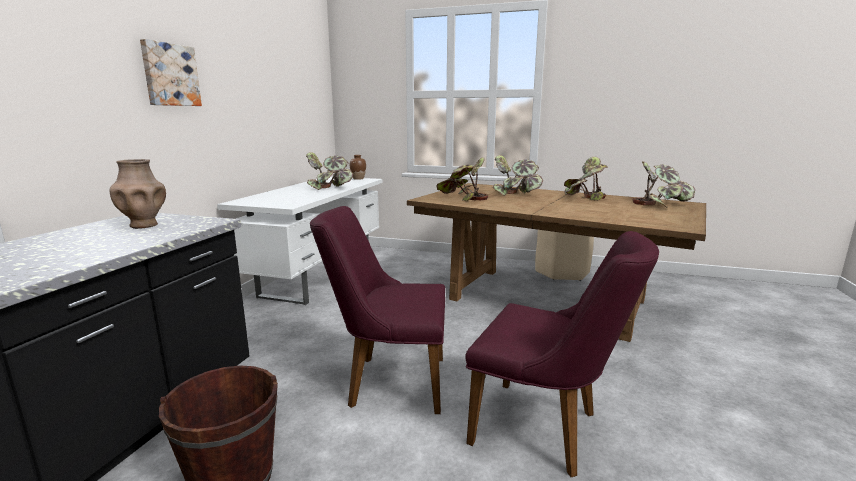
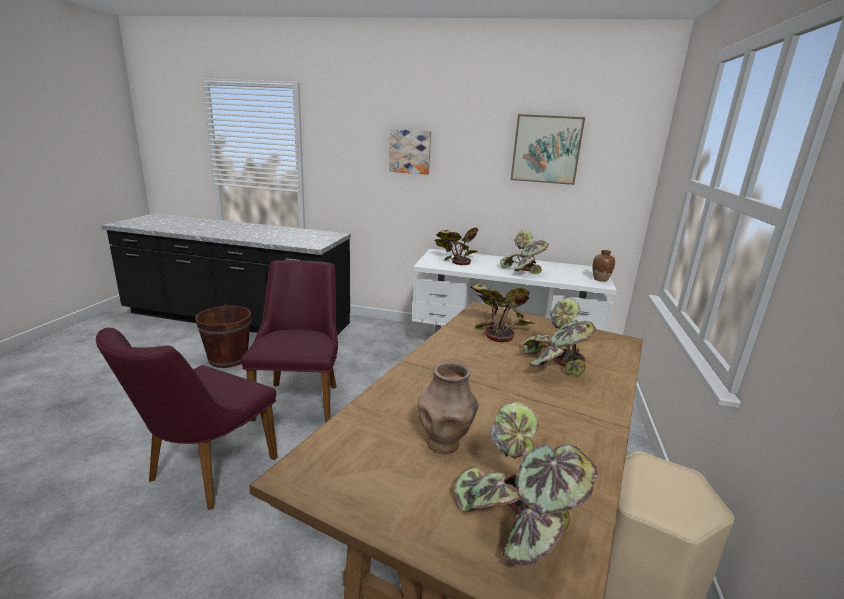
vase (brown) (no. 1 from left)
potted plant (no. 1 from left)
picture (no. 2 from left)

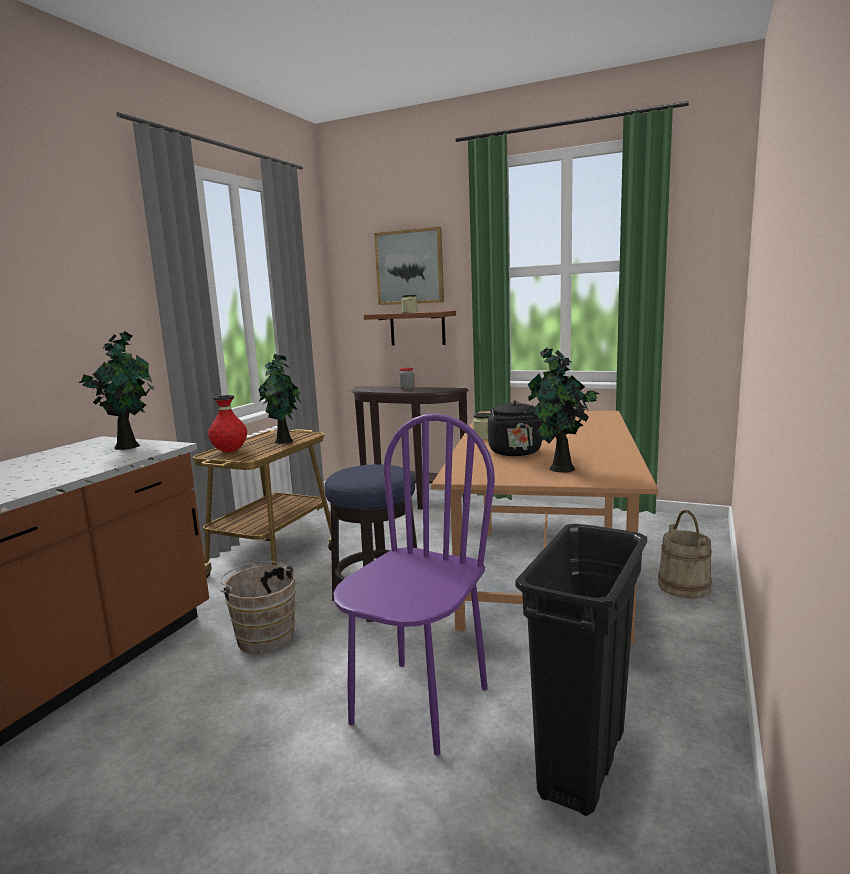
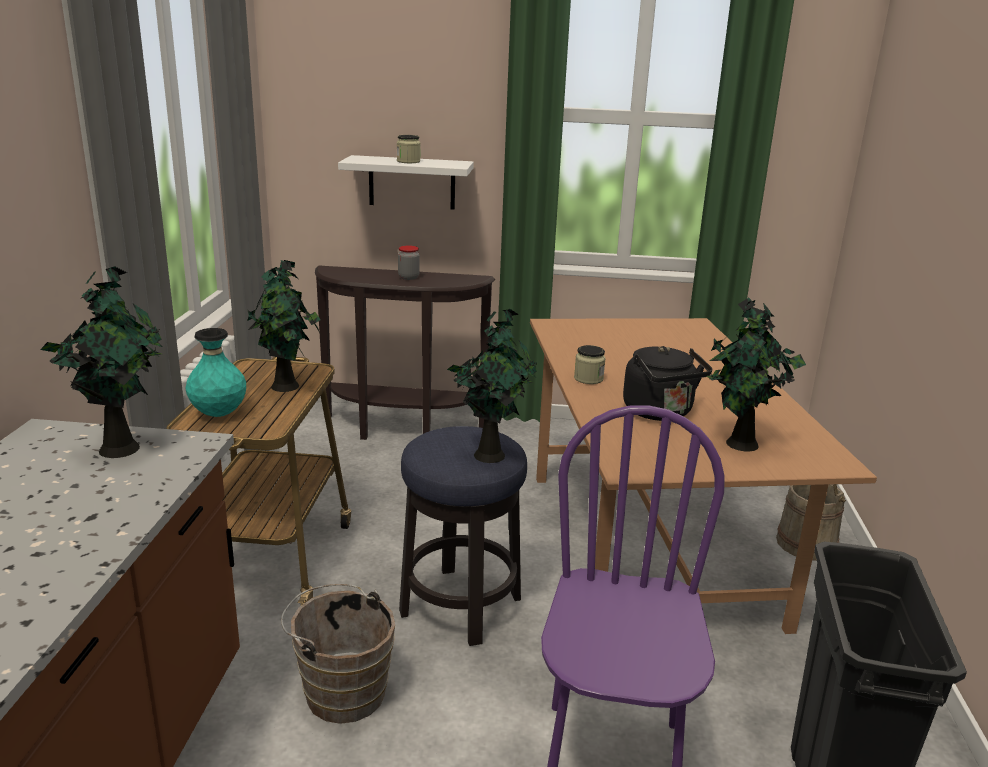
vase (turquoise)
shelf (white)
potted plant (no. 3 from left)
picture

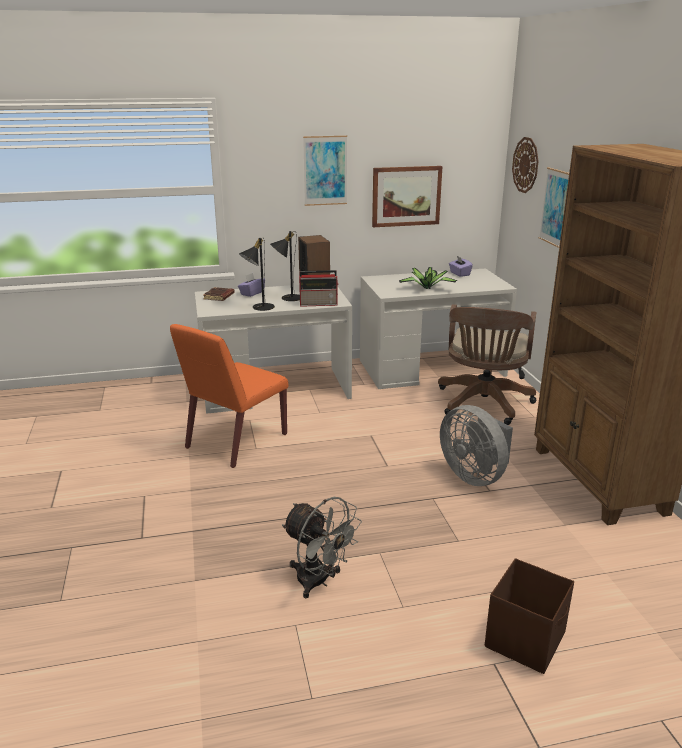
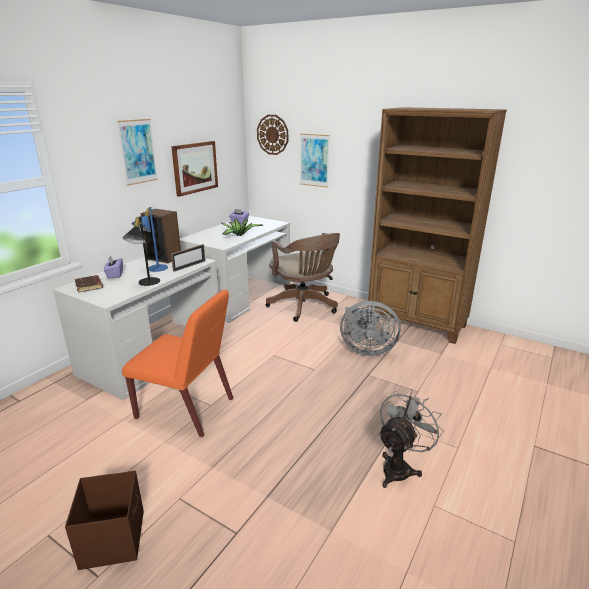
storage box (brown)
chair (orange)
table lamp (blue)
picture frame
fan (grey) (no. 2 from left)

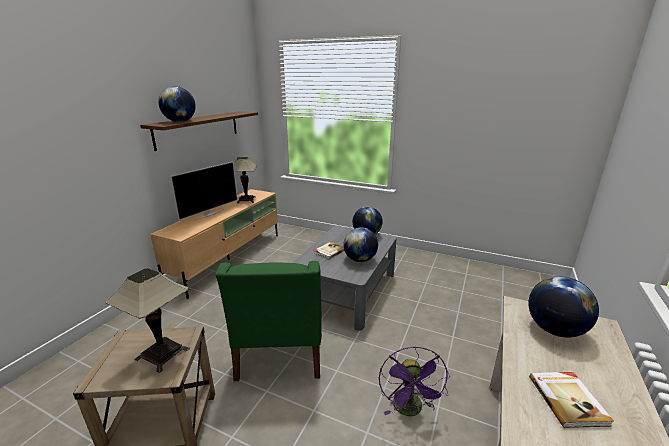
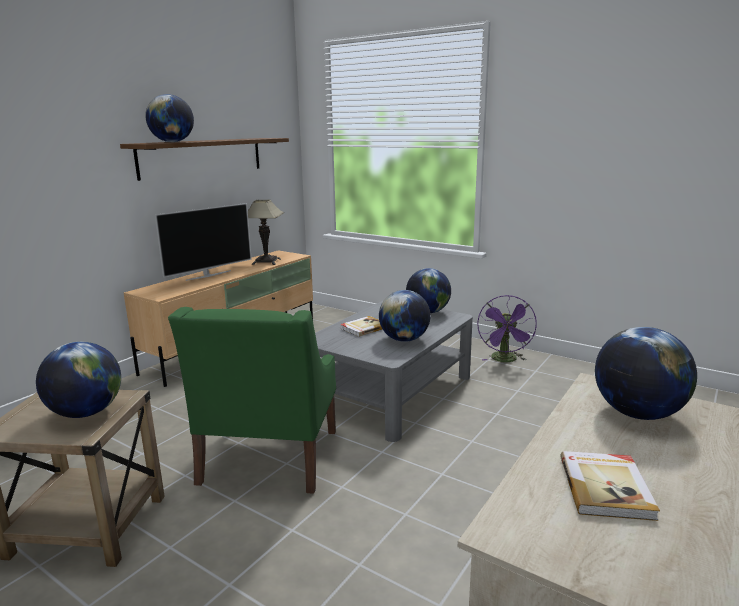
globe (no. 1 from left)
fan (purple)

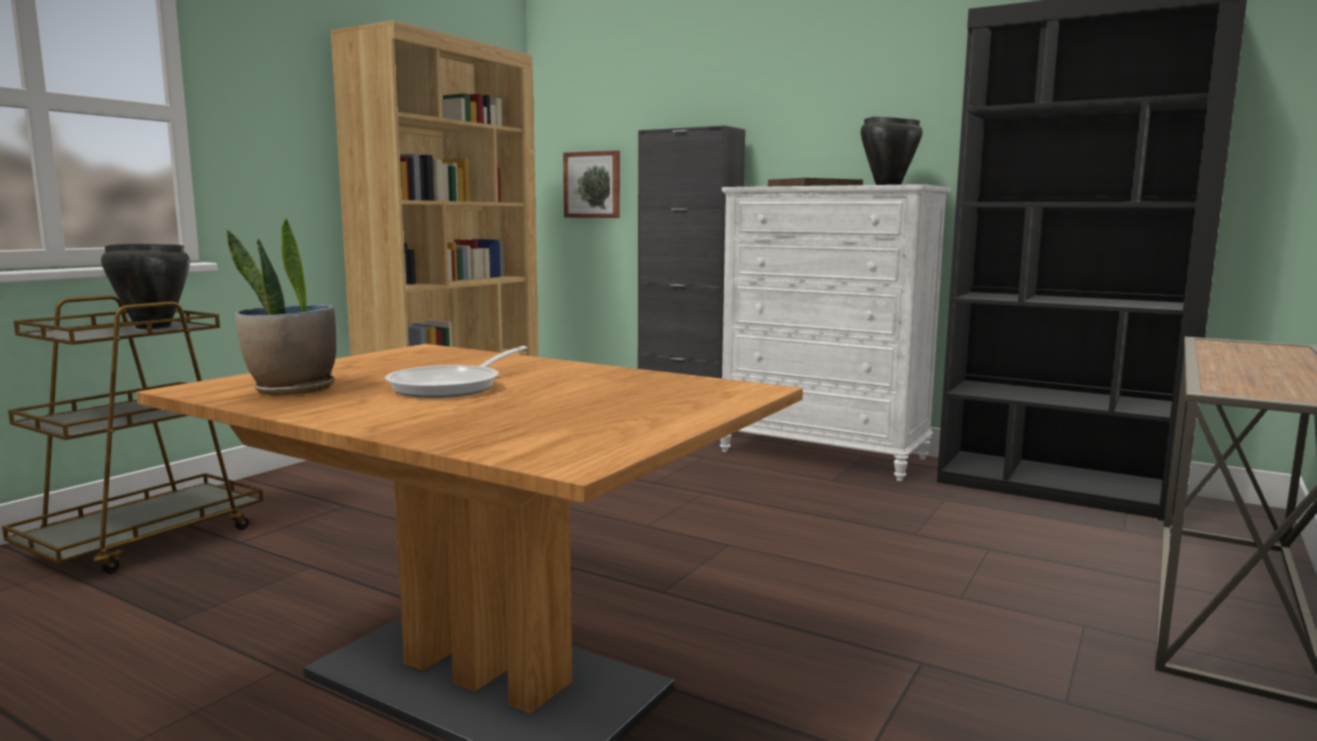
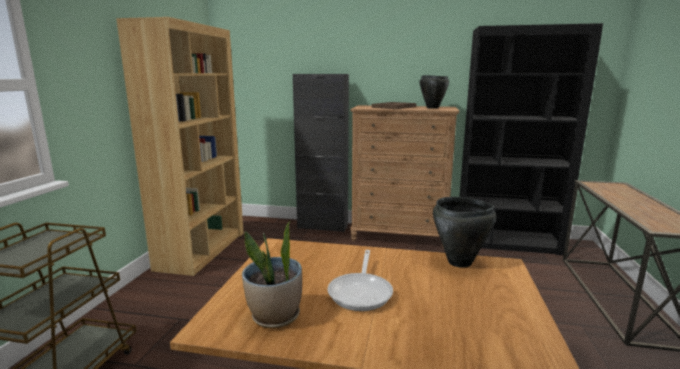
dresser (brown)
cooking pot (black) (no. 2 from left)
picture

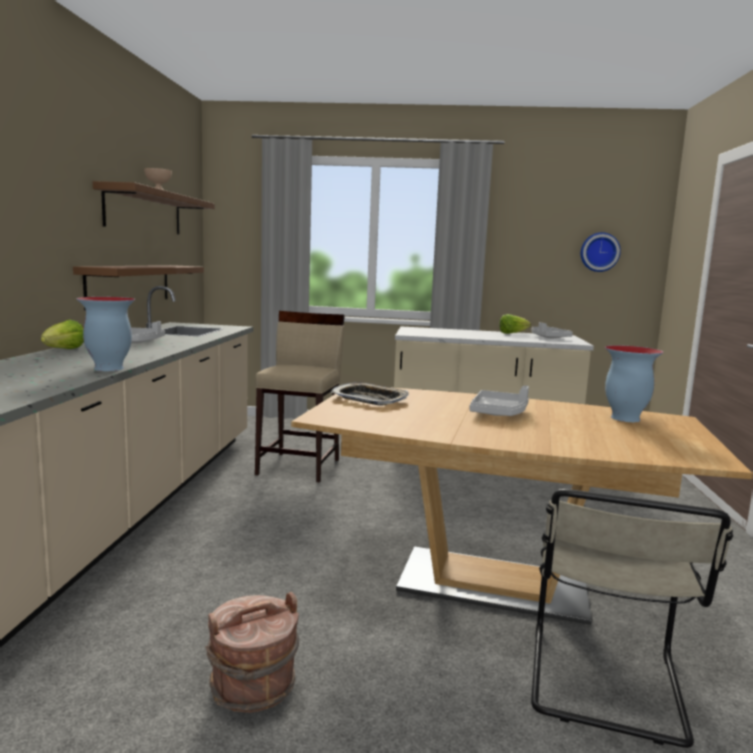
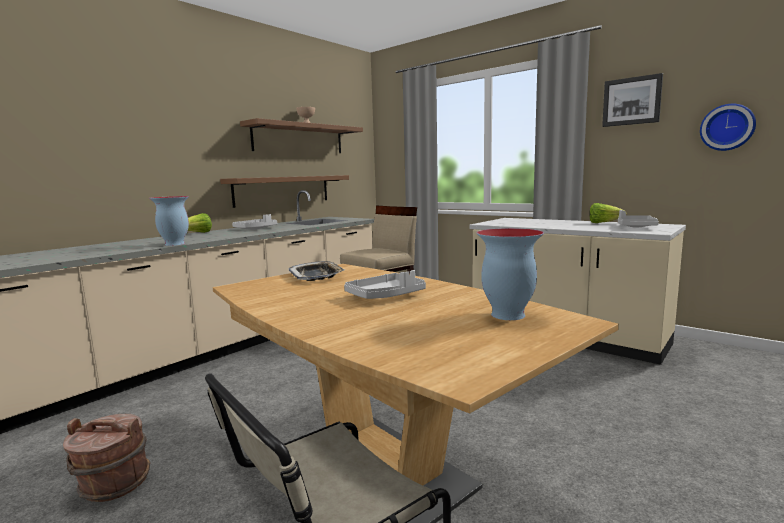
picture

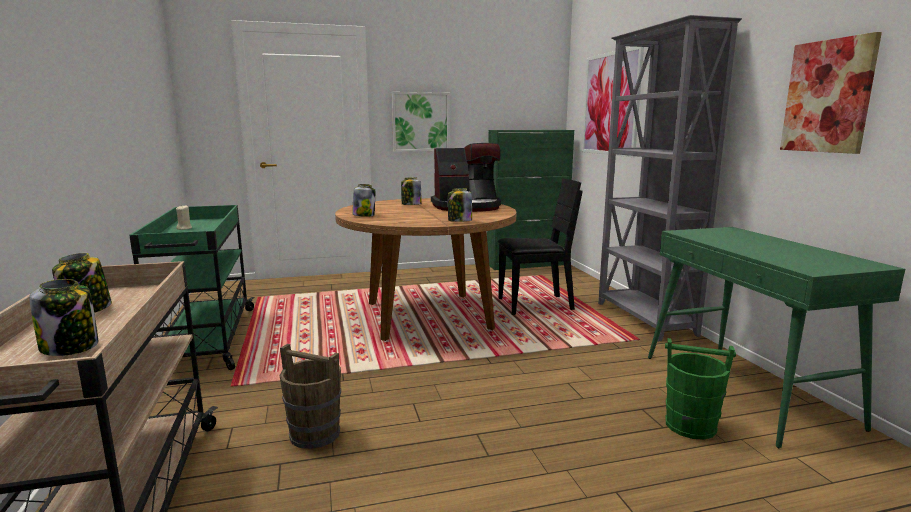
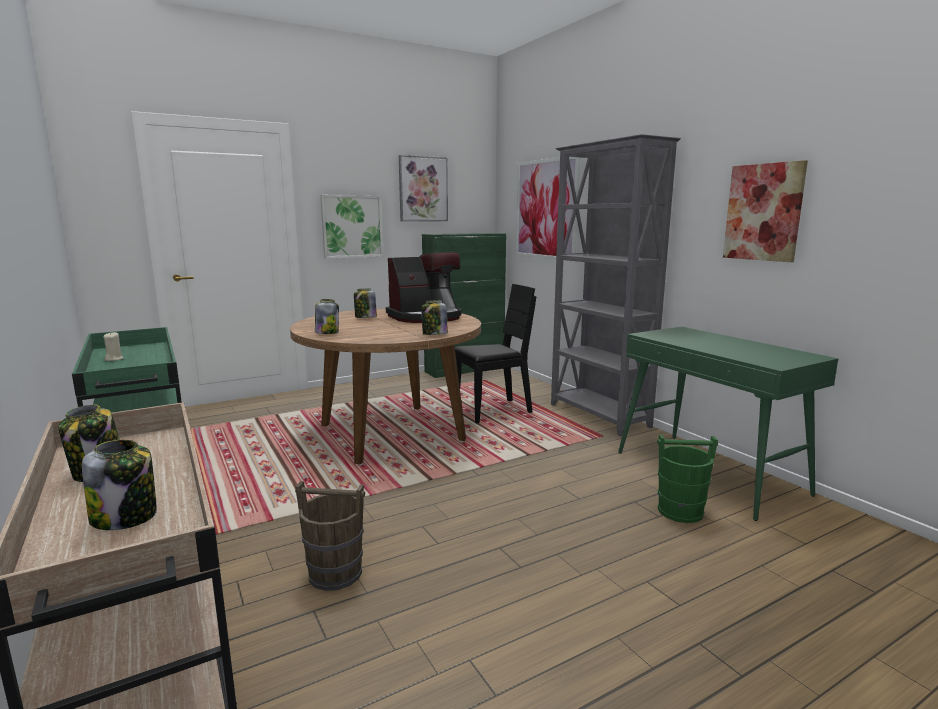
picture (no. 2 from left)

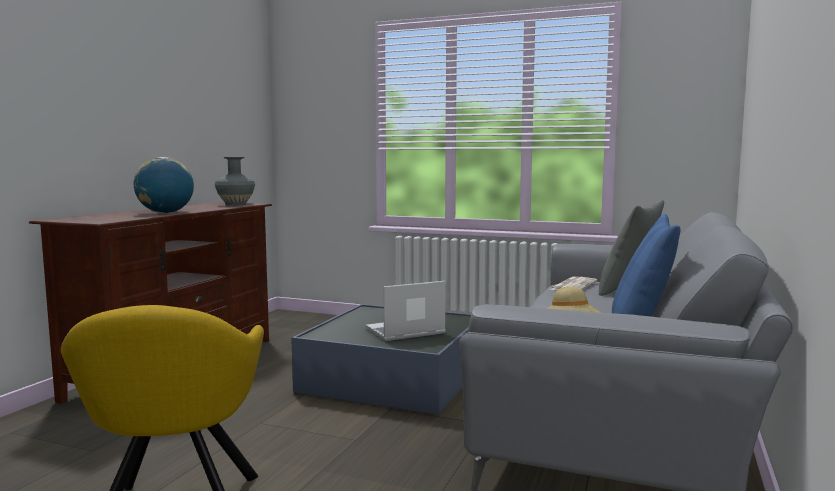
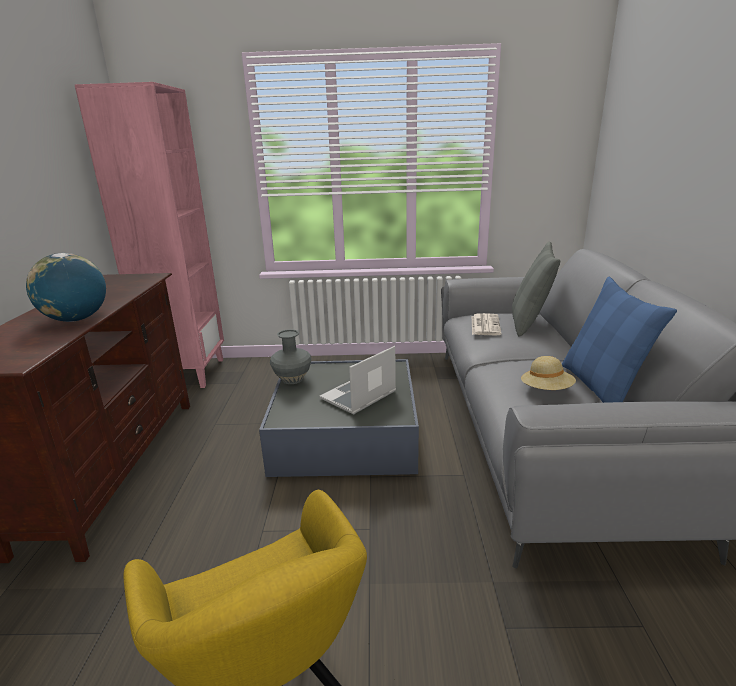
bookcase (pink)
vase (grey)

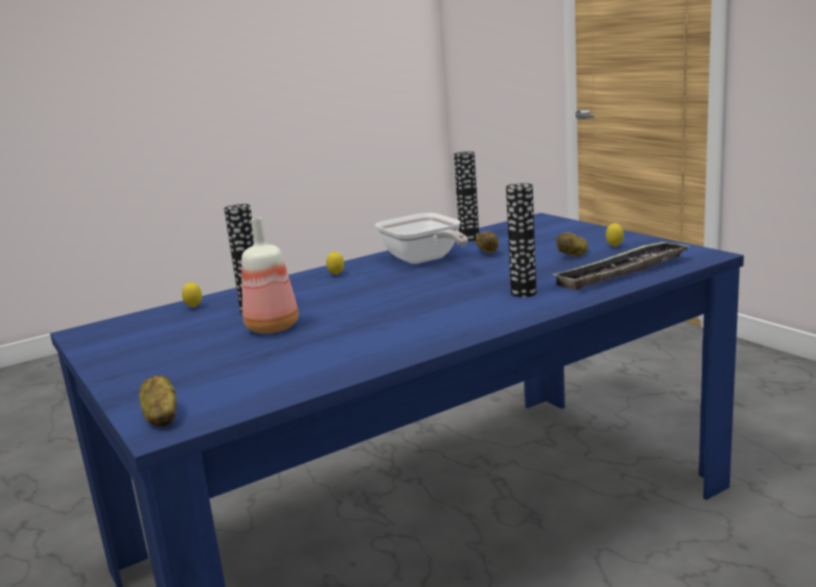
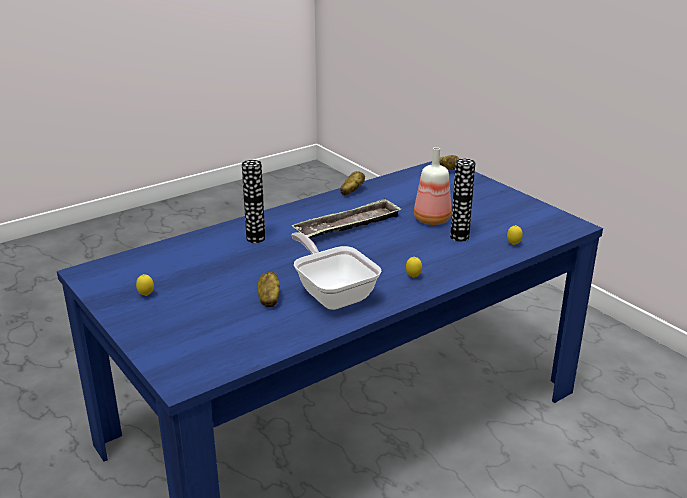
tray
potato (no. 2 from left)
vase (no. 2 from left in the first image)

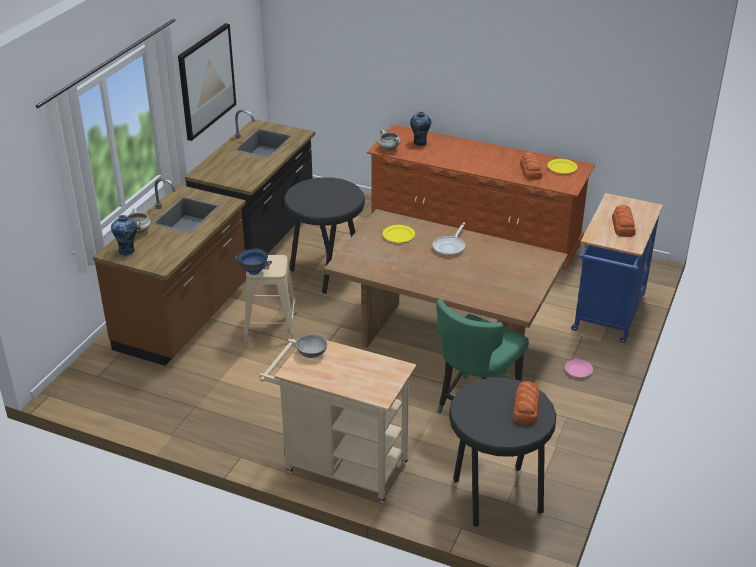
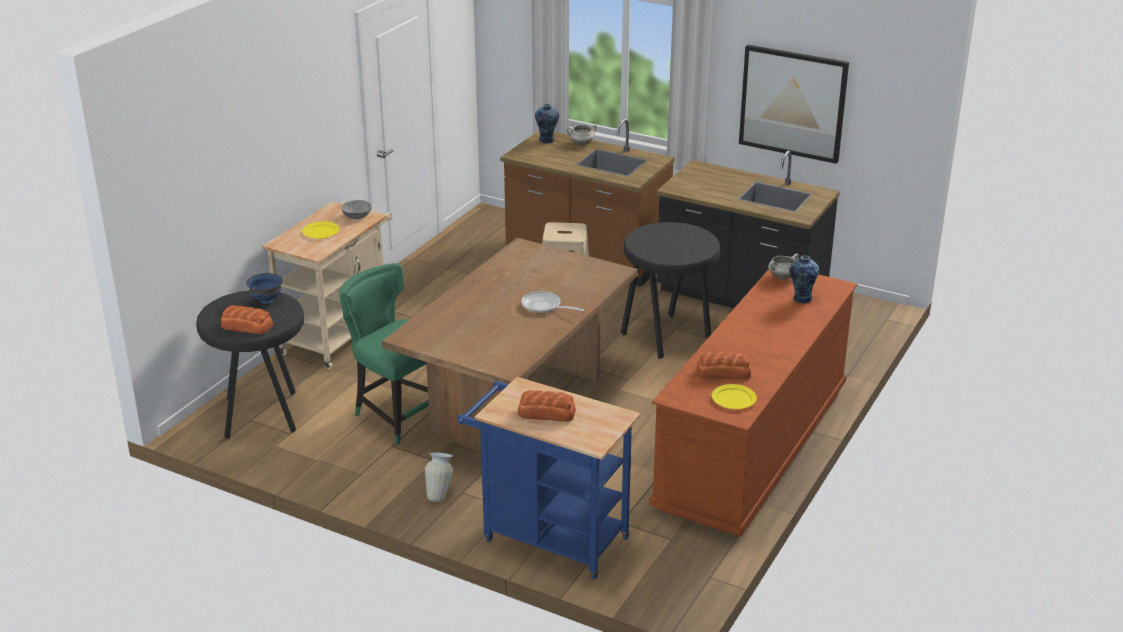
bowl (blue)
plate (yellow) (no. 1 from left)
vase (no. 1 from left)

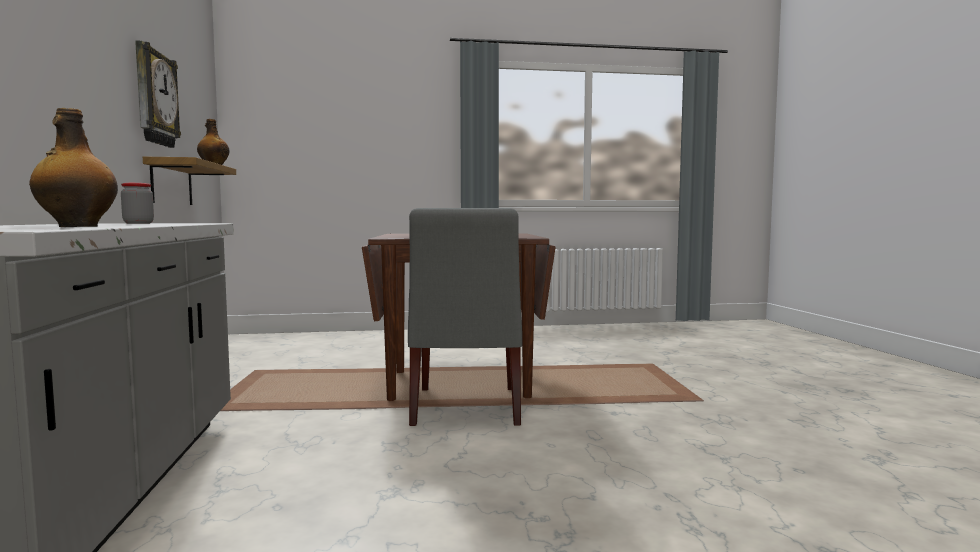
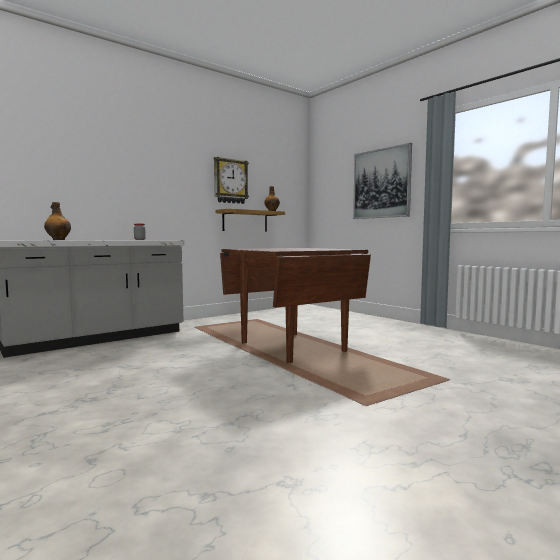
picture
chair (grey)

